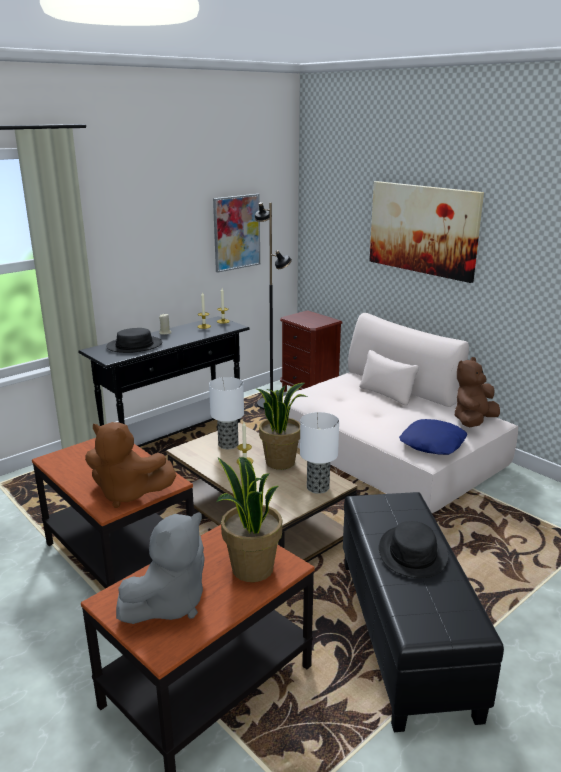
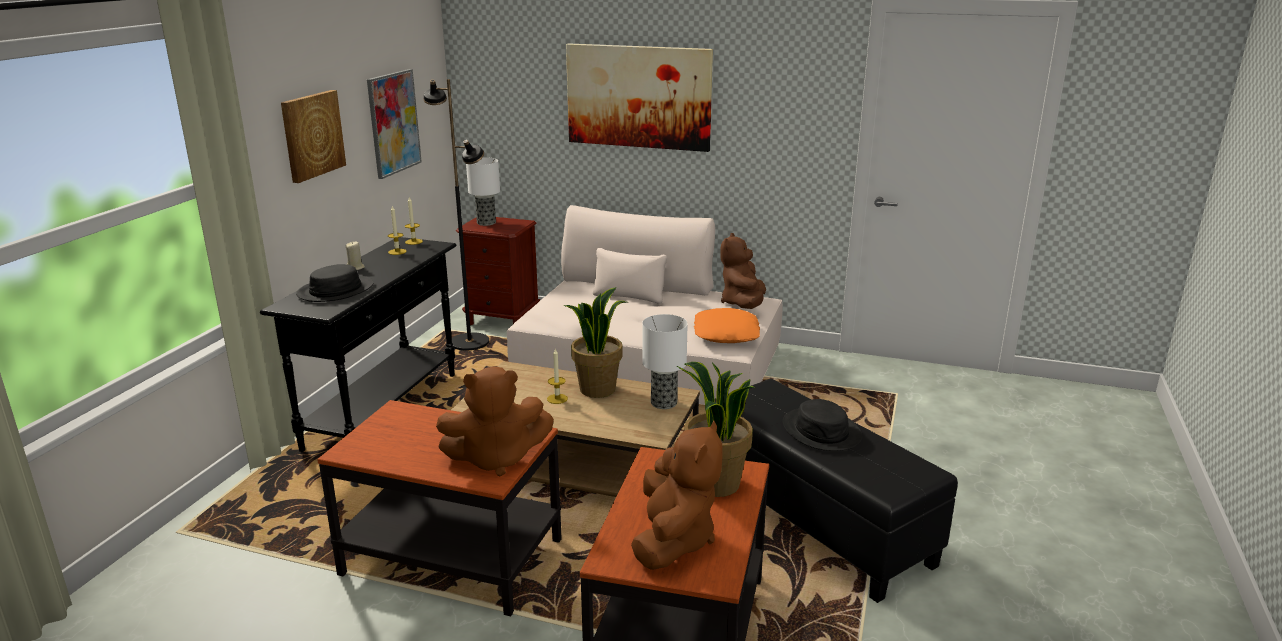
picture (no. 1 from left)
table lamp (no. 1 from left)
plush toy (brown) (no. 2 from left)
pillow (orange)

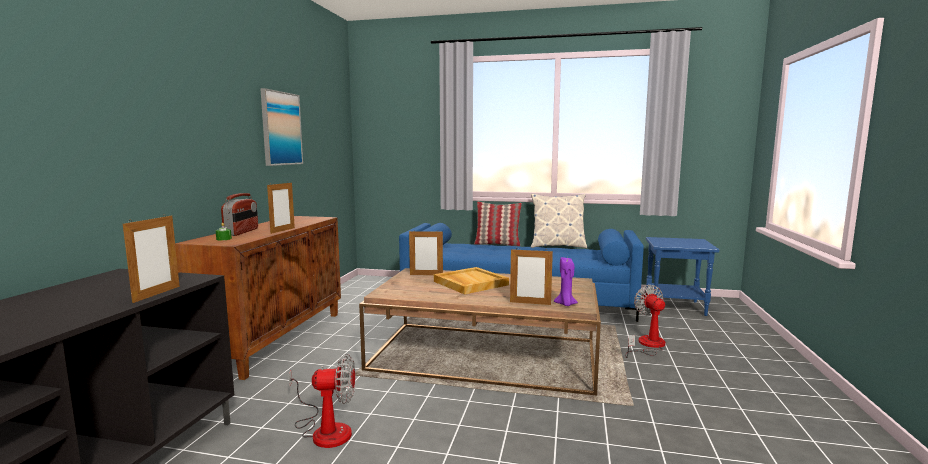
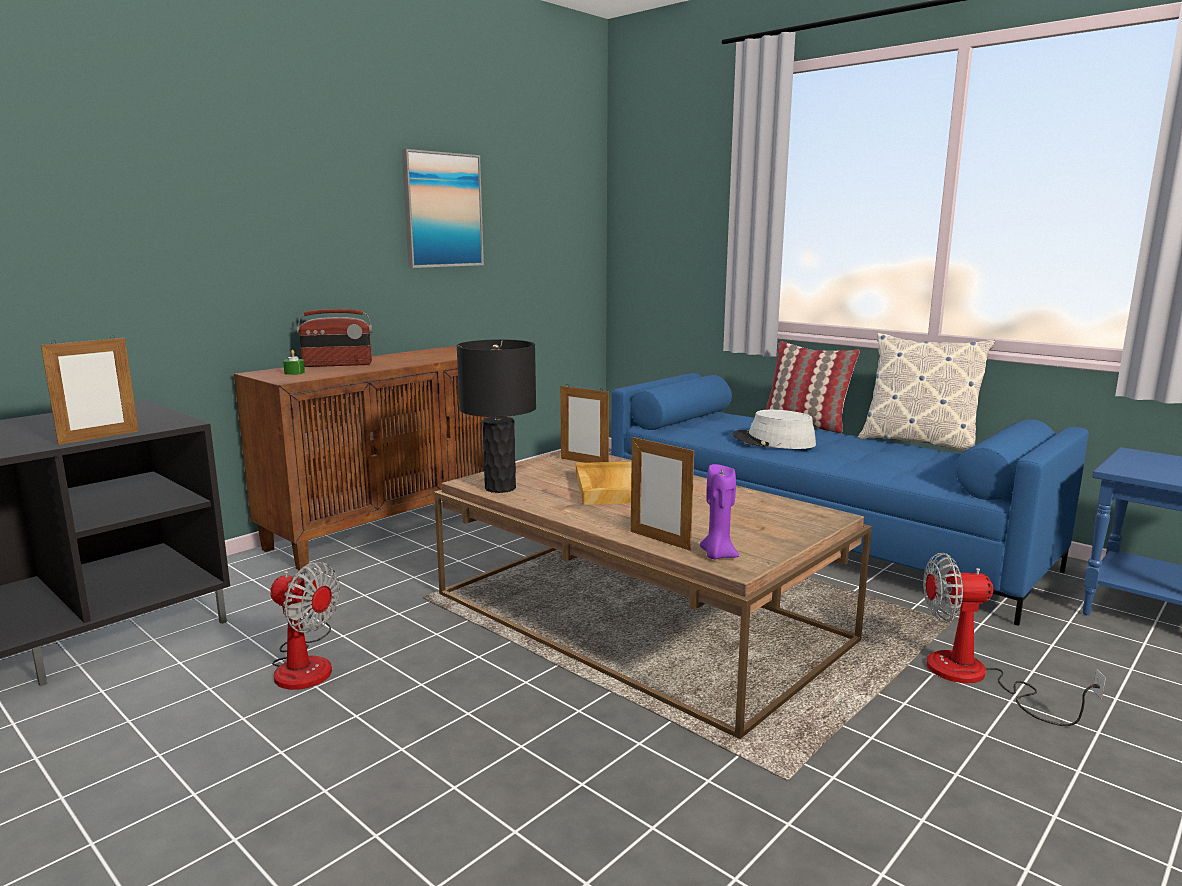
radio
table lamp (black)
hat (grey)
fan (no. 2 from left)
picture frame (no. 2 from left in the first image)

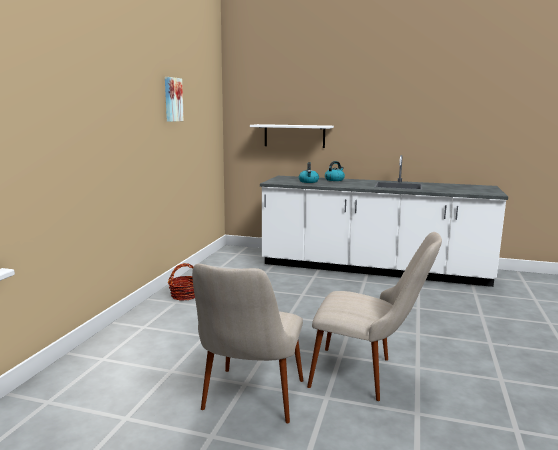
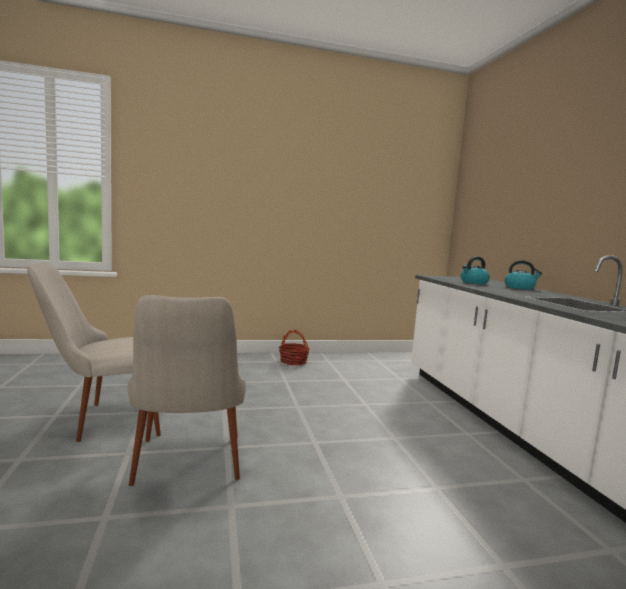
picture
shelf (white)

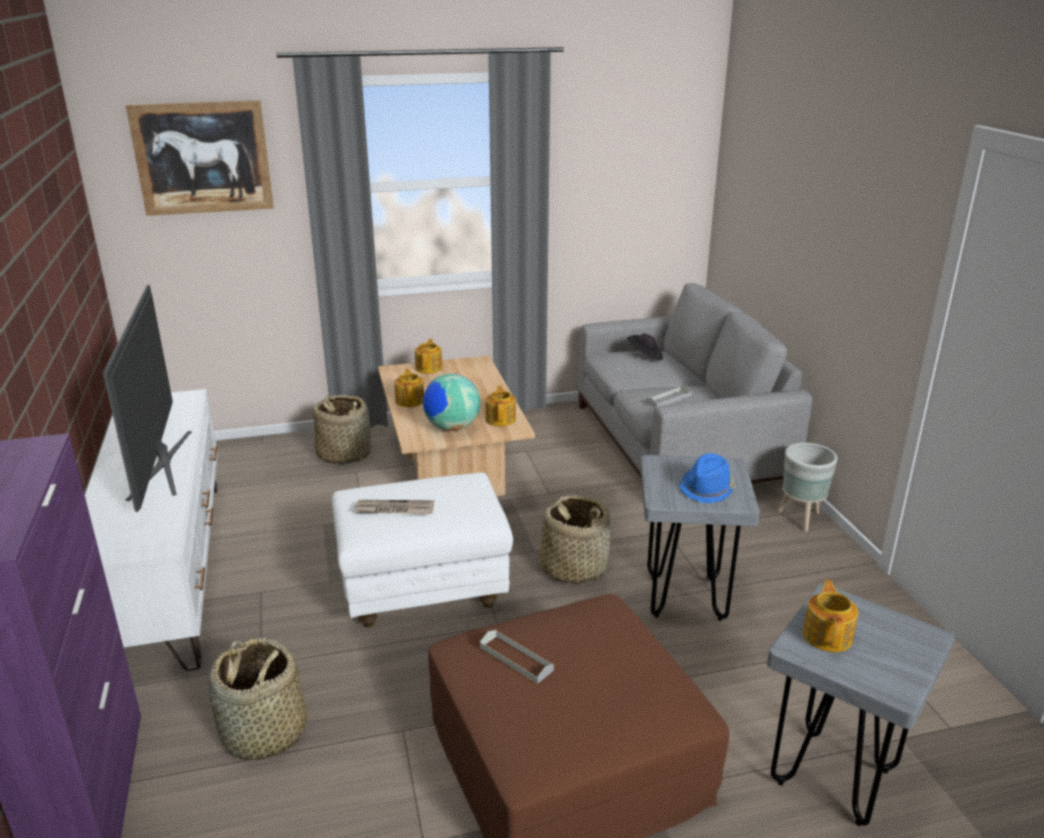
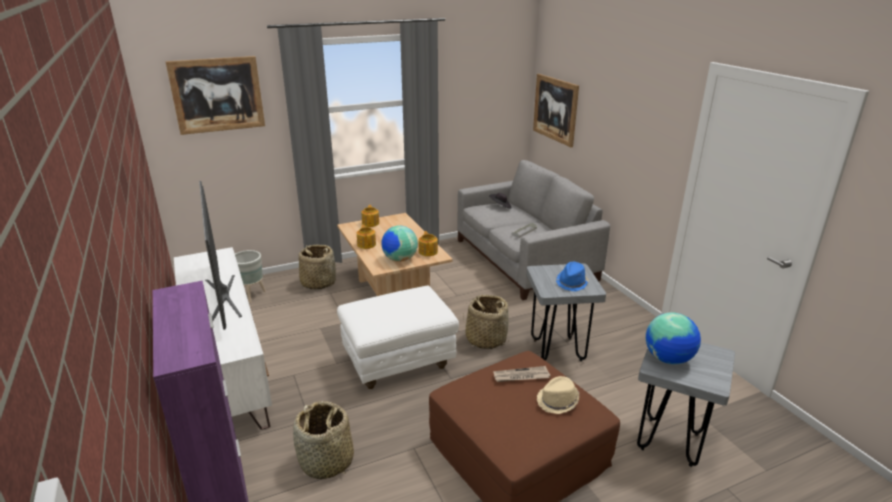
planter (grey)
newspaper
picture (no. 2 from left)
hat (beige)
globe (no. 2 from left)
tray (grey) (no. 1 from left in the first image)

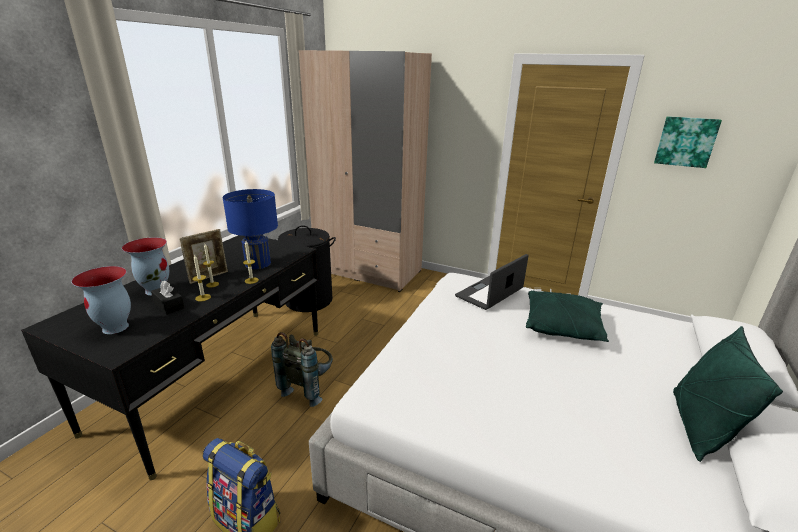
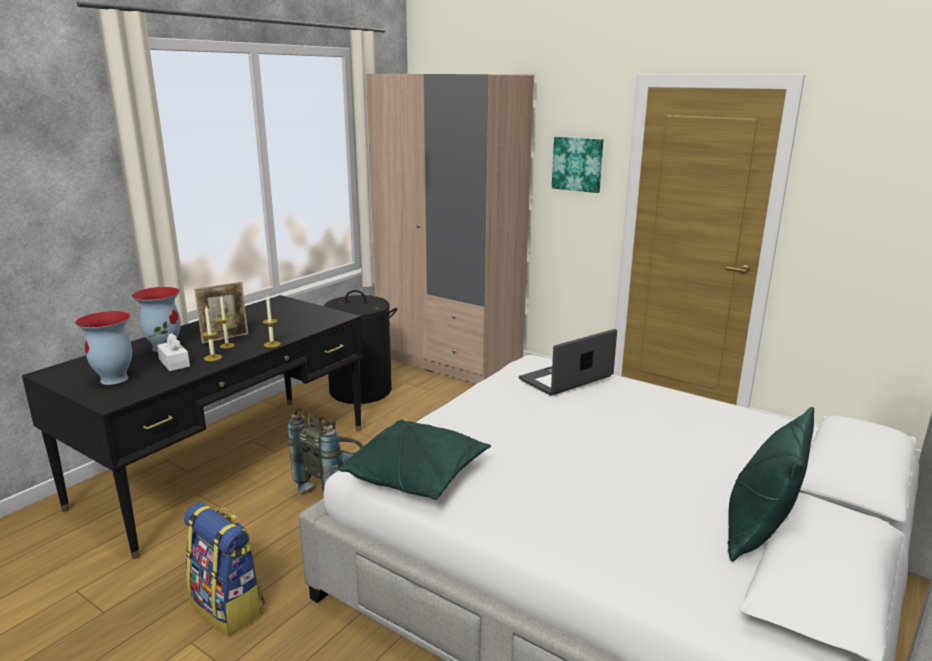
tissue box (white)
pillow (green) (no. 1 from left)
picture
table lamp (blue)

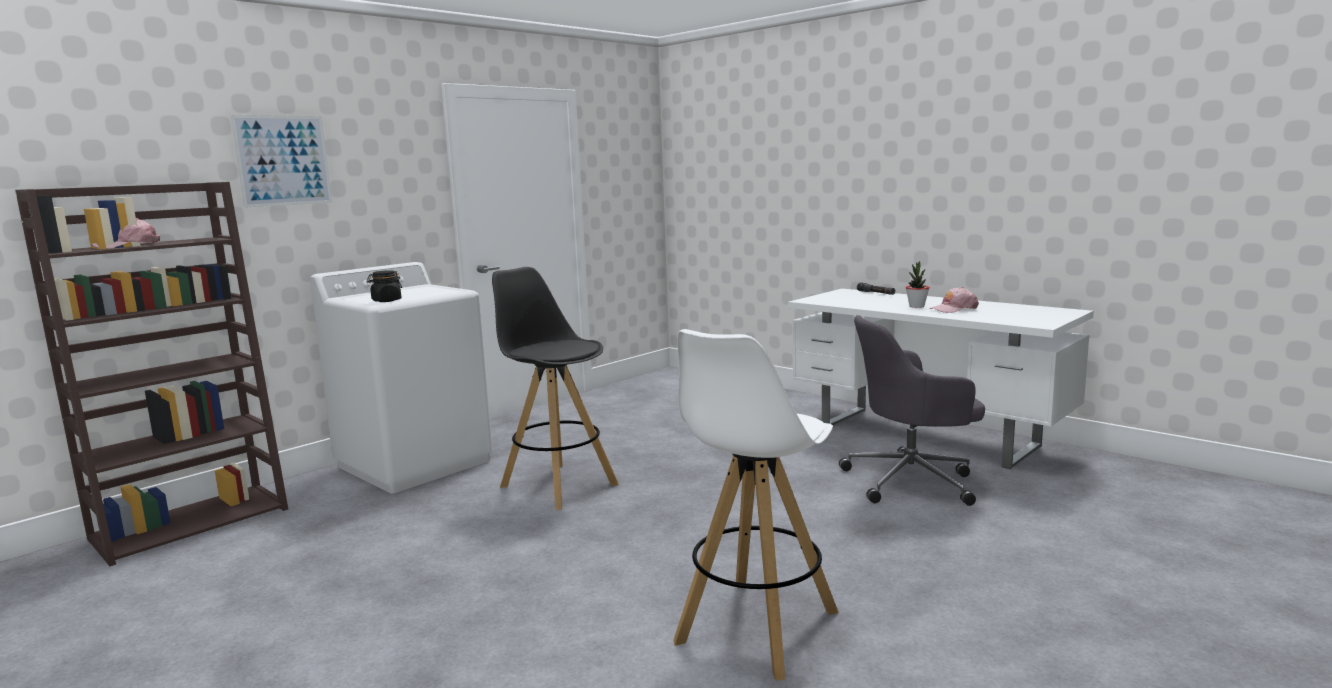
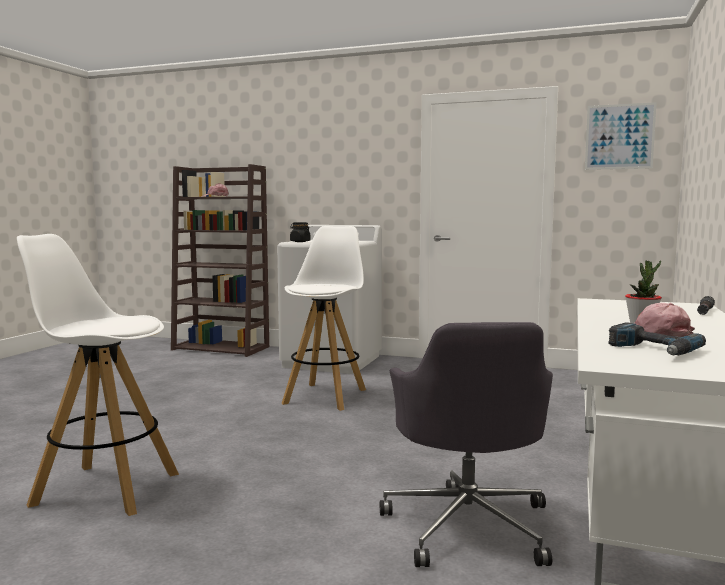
stool (white) (no. 2 from left)
office chair (grey)
picture
power drill

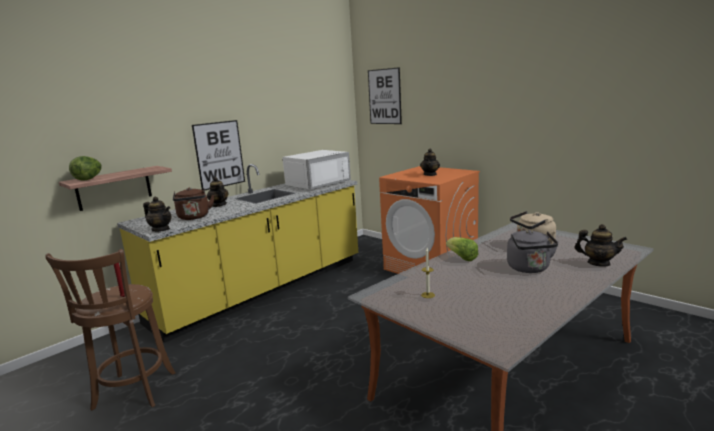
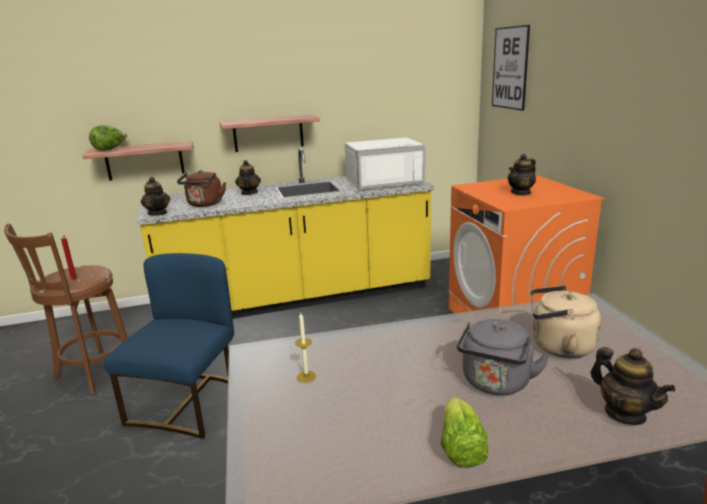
chair (blue)
shelf (no. 2 from left)
lettuce (no. 2 from left)

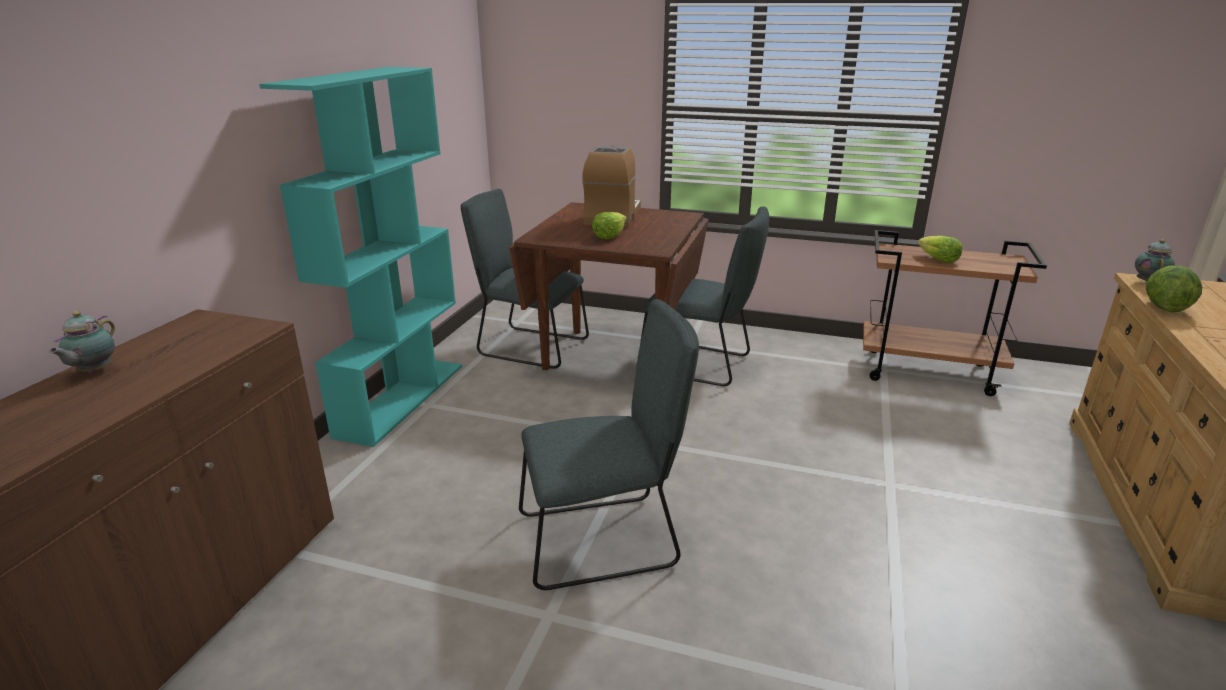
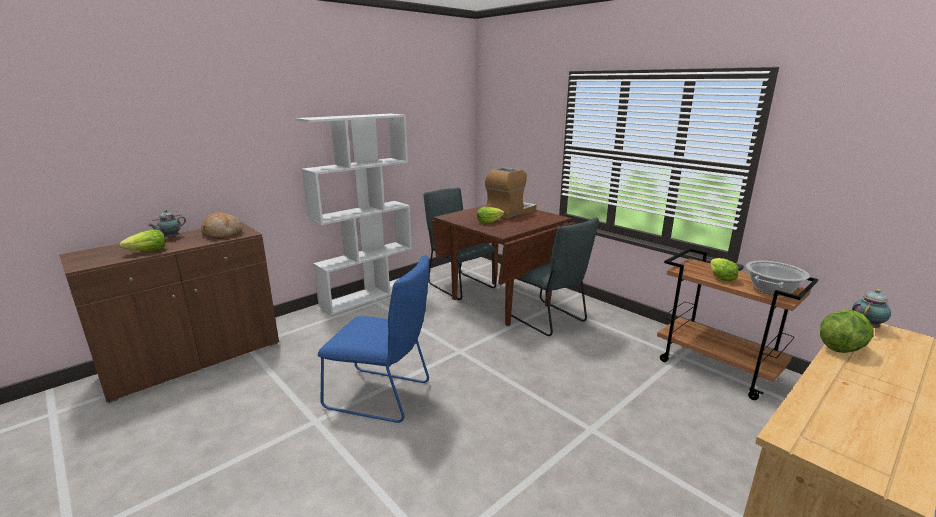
lettuce (no. 1 from left)
bread
bookcase (white)
chair (blue)
cooking pot

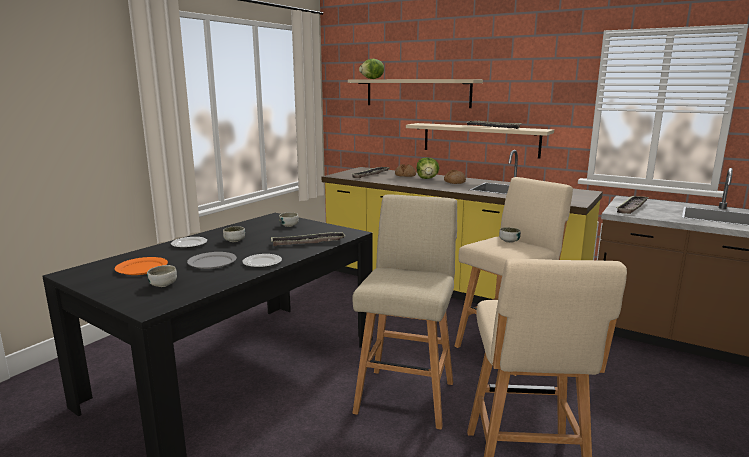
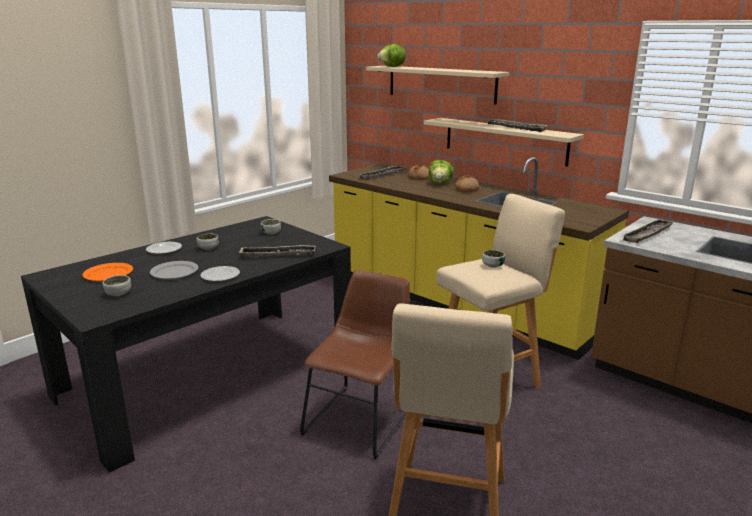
chair (brown)

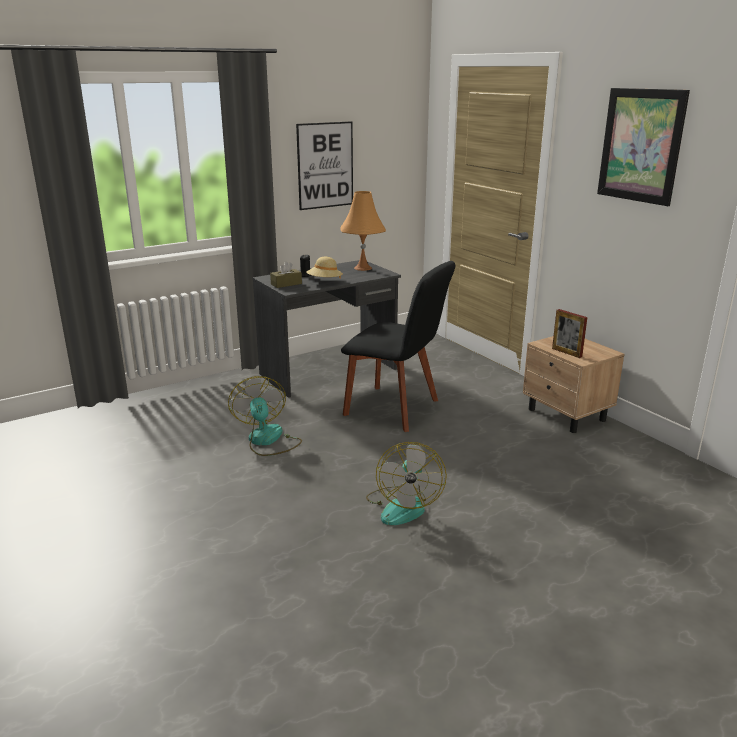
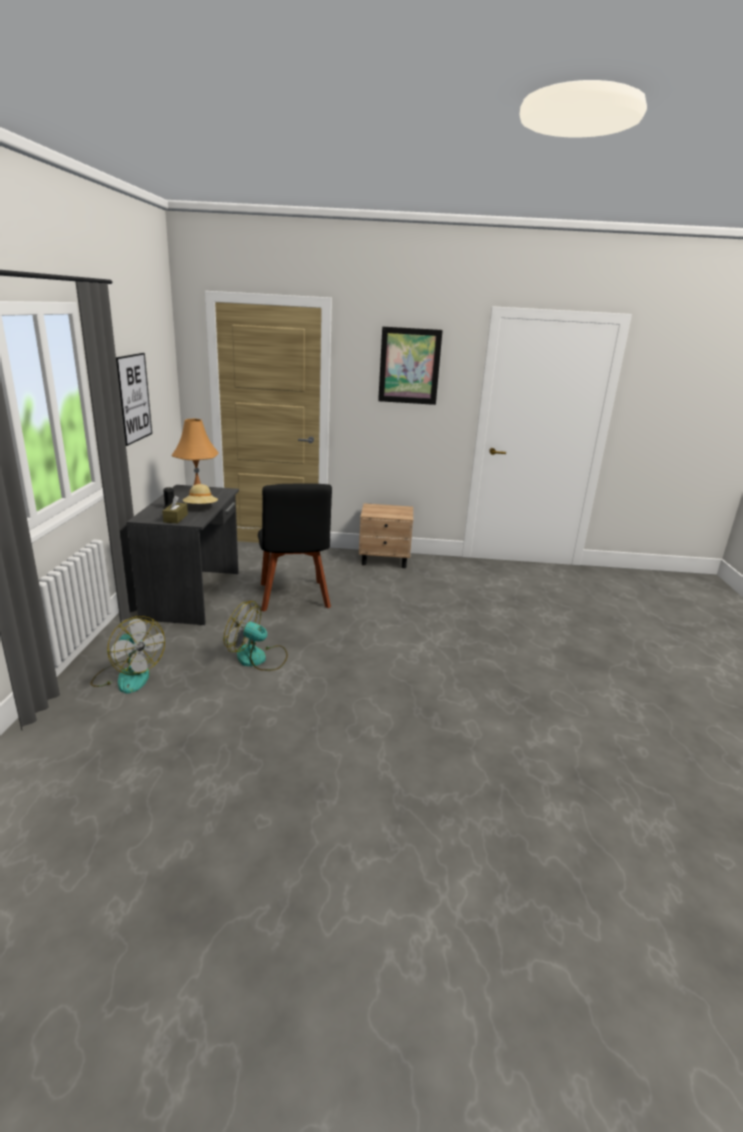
fan (no. 1 from left)
chair (black)
picture frame

